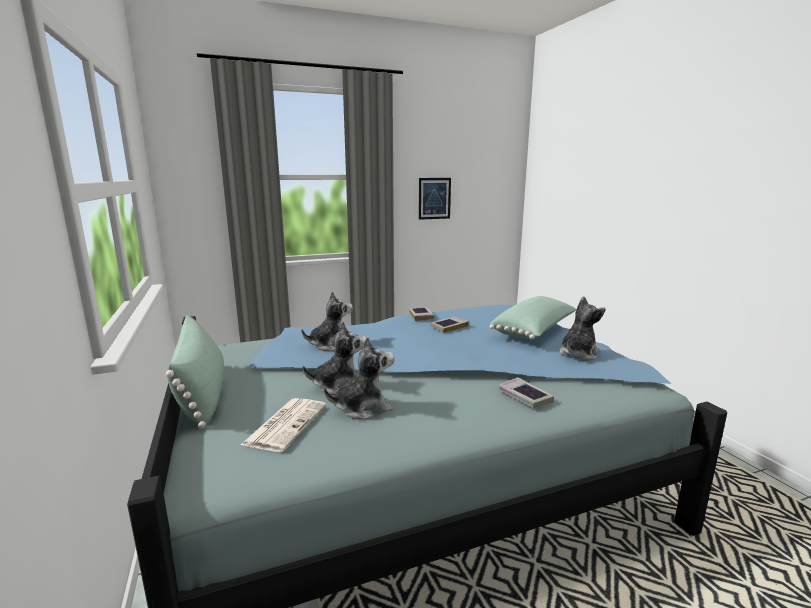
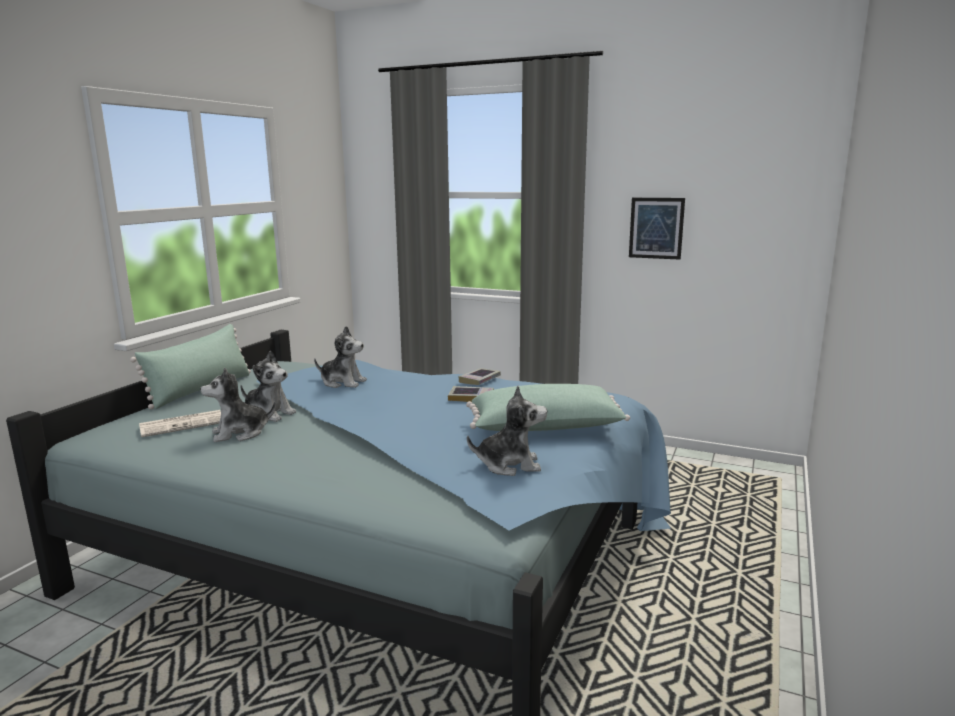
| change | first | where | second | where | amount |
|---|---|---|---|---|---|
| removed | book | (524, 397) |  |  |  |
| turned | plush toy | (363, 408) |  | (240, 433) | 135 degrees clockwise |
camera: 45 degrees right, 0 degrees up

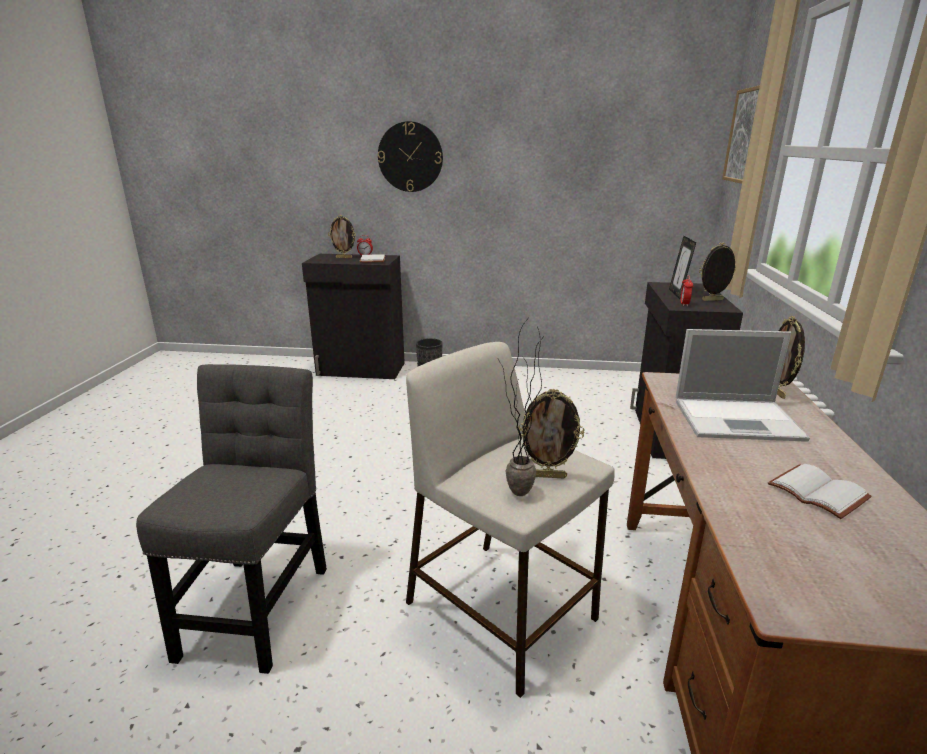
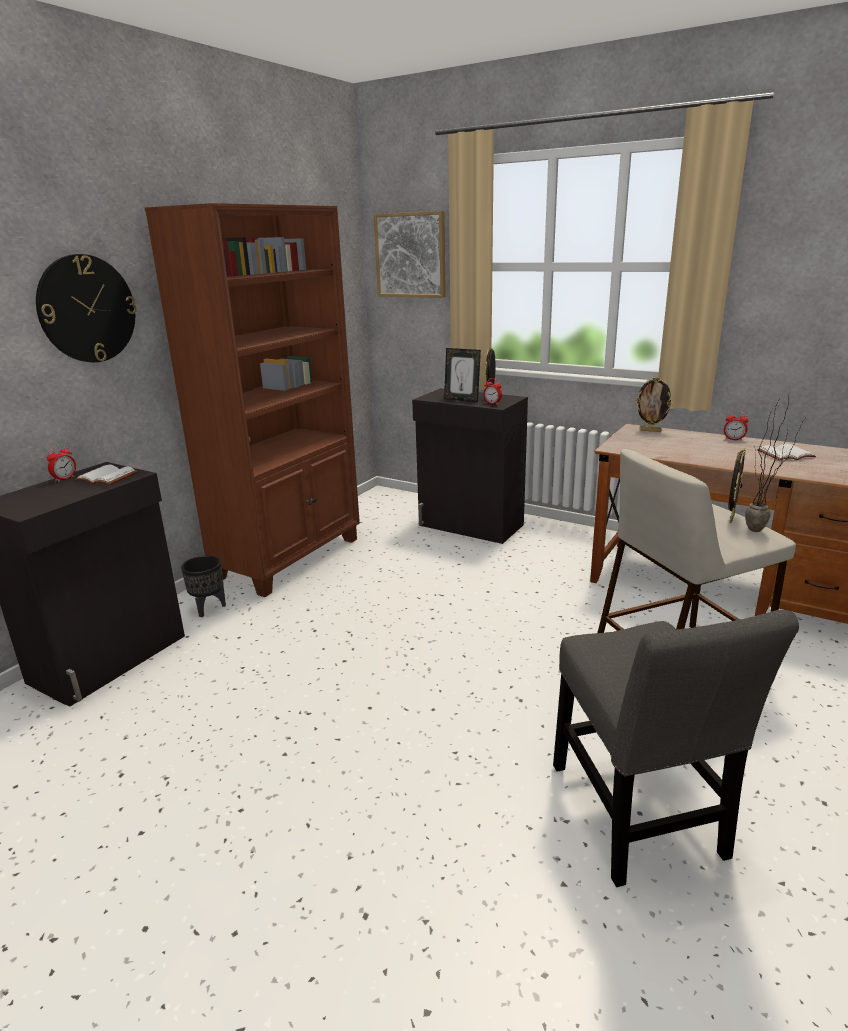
| change | first | where | second | where | amount |
|---|---|---|---|---|---|
| removed | standing frame | (344, 258) |  |  |  |
| removed | portable computer | (739, 419) |  |  |  |
| added |  |  | shelving unit/brown-coloured | (290, 558) |  |
| added |  |  | bedside clock | (733, 439) |  |
| turned | chair/greyish | (258, 603) |  | (638, 817) | 135 degrees counterclockwise |
camera: 65 degrees left, 0 degrees up

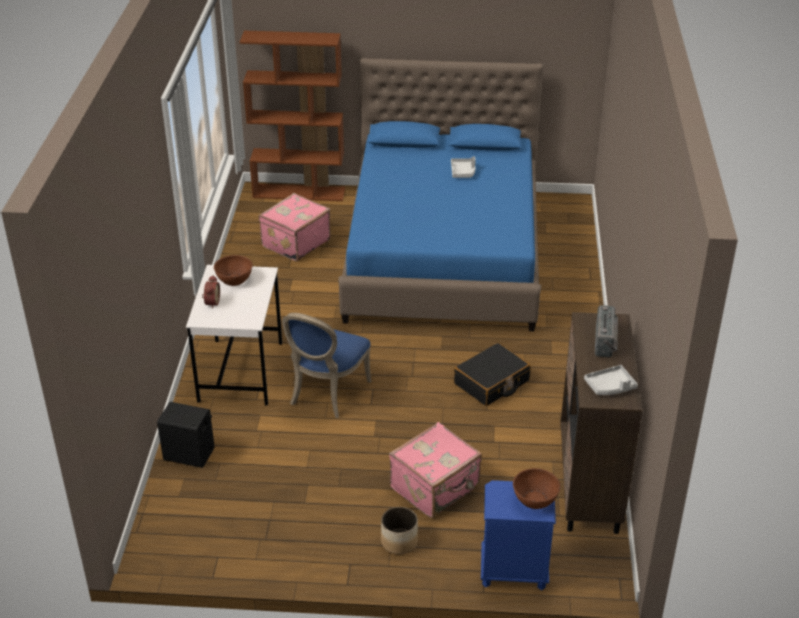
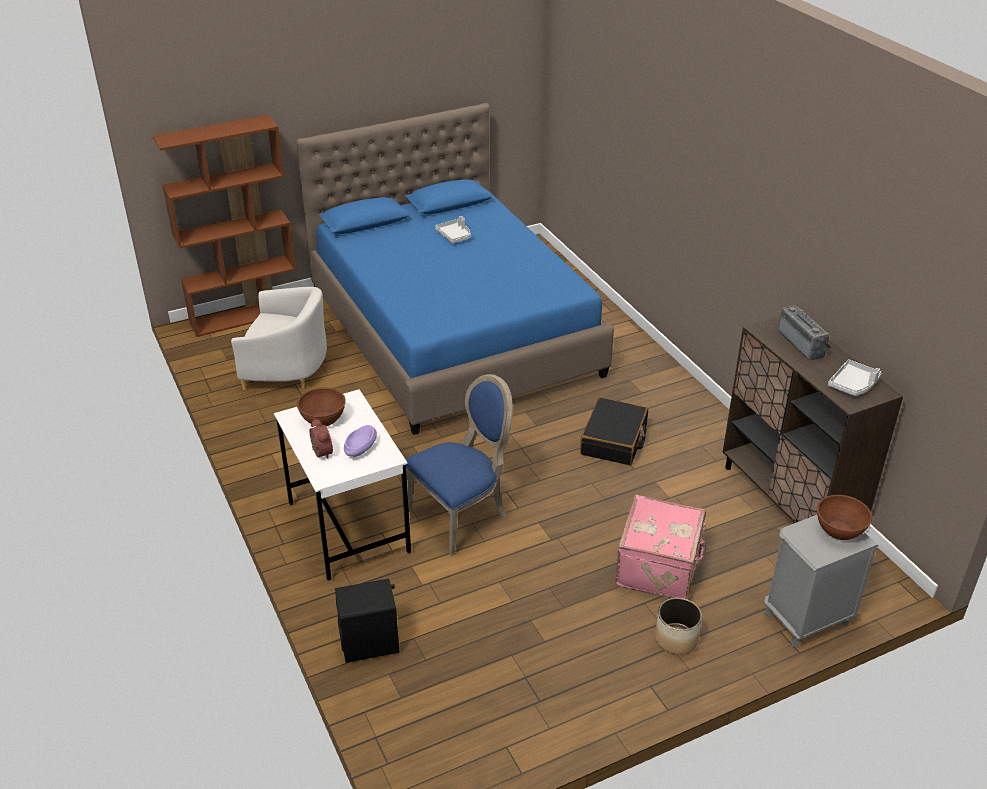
| change | first | where | second | where | amount |
|---|---|---|---|---|---|
| added |  |  | bowl/purple-coloured | (361, 448) |  |
| replaced | piece of luggage/pink-coloured | (294, 243) | armchair/white-coloured | (286, 369) |  |
| recoloured | bedside table/blue | (513, 571) | bedside table/greyish | (806, 619) |  |
| turned | chair/blue | (326, 393) |  | (462, 514) | 120 degrees counterclockwise |
camera: 30 degrees left, 0 degrees up

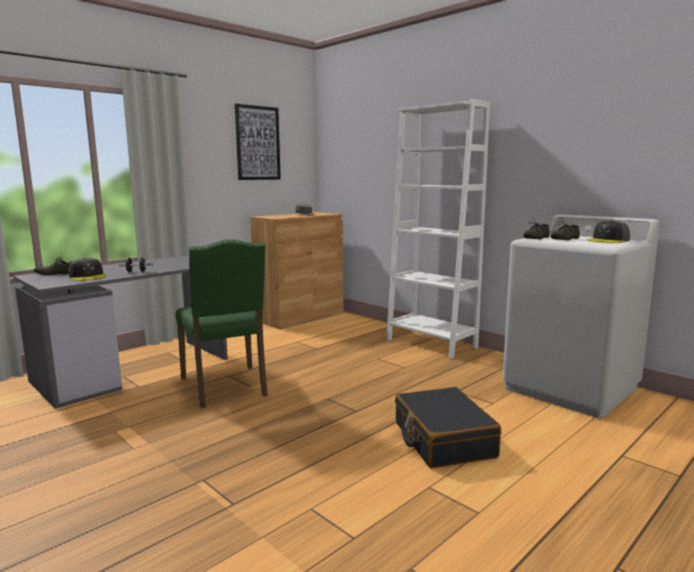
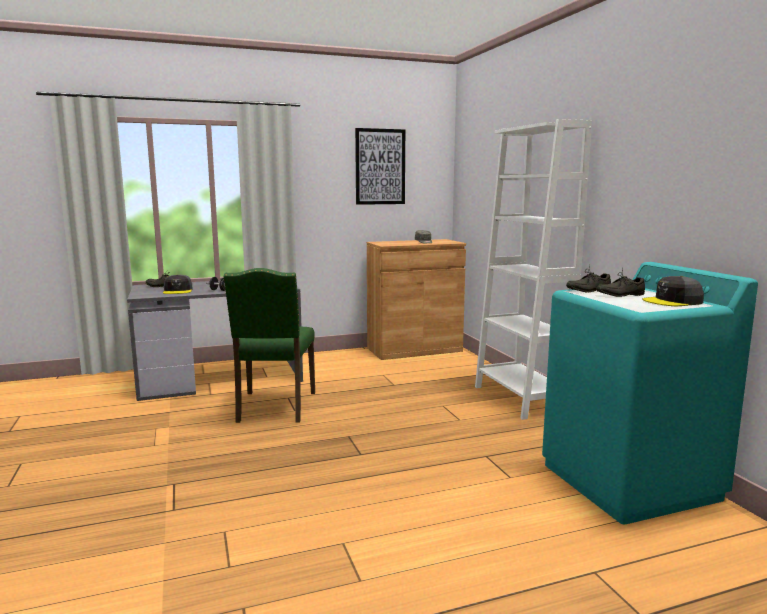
| change | first | where | second | where | amount |
|---|---|---|---|---|---|
| removed | piece of luggage/blackish | (443, 440) |  |  |  |
| recoloured | laundry appliance/white-coloured | (571, 388) | laundry appliance/turquoise | (630, 482) |  |
camera: 25 degrees right, 0 degrees up

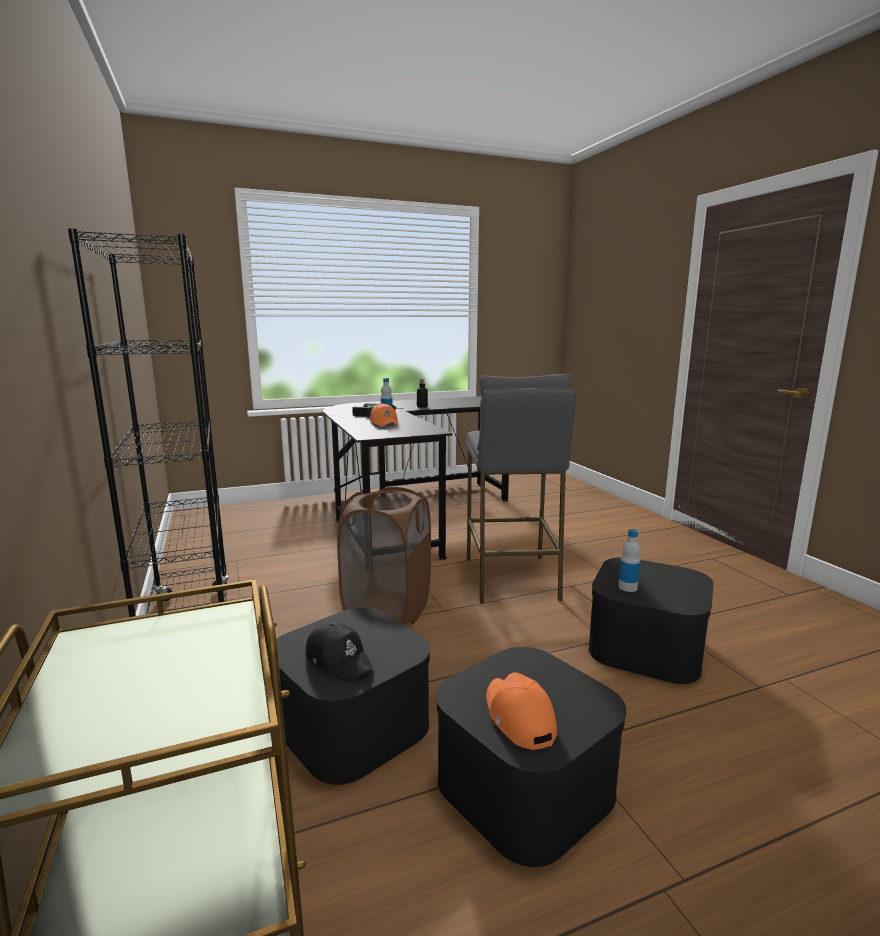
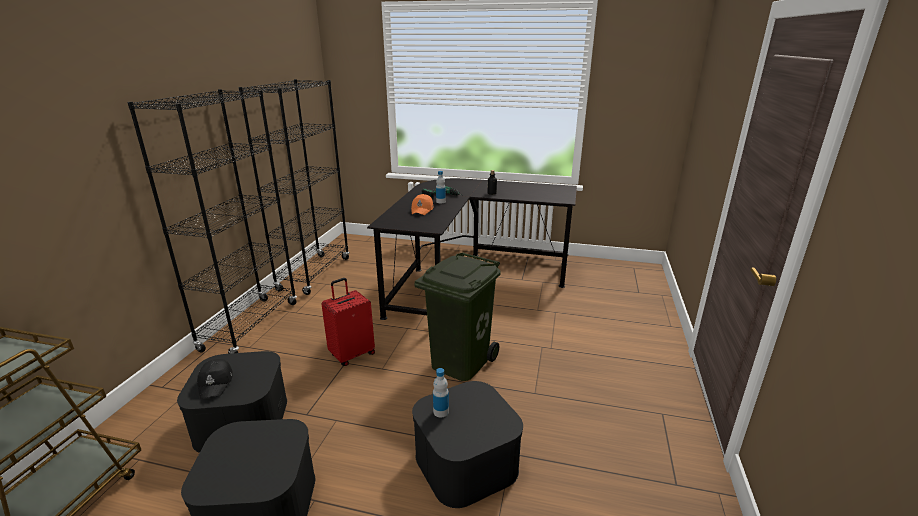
| change | first | where | second | where | amount |
|---|---|---|---|---|---|
| removed | cap/orangey | (518, 717) |  |  |  |
| added |  |  | shelving unit/blackish | (314, 274) |  |
| replaced | washing basket/brown-coloured | (388, 610) | piece of luggage/reddish | (352, 354) |  |
| replaced | stool seat/greyish | (511, 578) | waste bin/green | (459, 361) |  |
camera: 35 degrees right, 10 degrees up

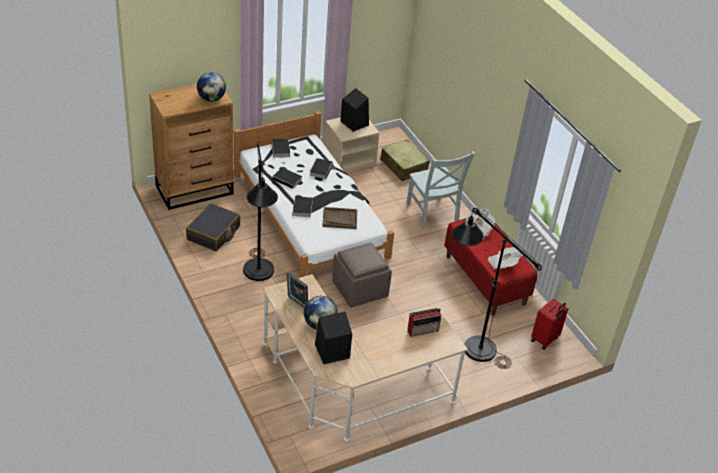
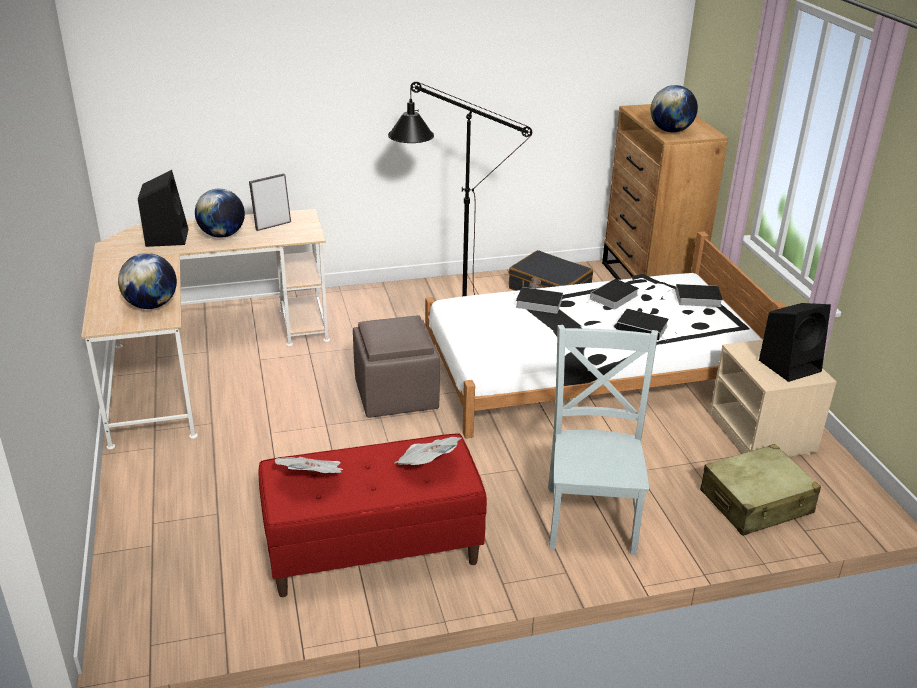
| change | first | where | second | where | amount |
|---|---|---|---|---|---|
| removed | serving tray/brown-coloured | (339, 219) |  |  |  |
| removed | standing lamp/blackish | (471, 344) |  |  |  |
| removed | piece of luggage/reddish | (545, 340) |  |  |  |
| replaced | radio receiver | (423, 330) | globe | (151, 305) |  |
| turned | chair/greyish | (432, 214) |  | (591, 516) | 105 degrees clockwise |
camera: 105 degrees right, 10 degrees down

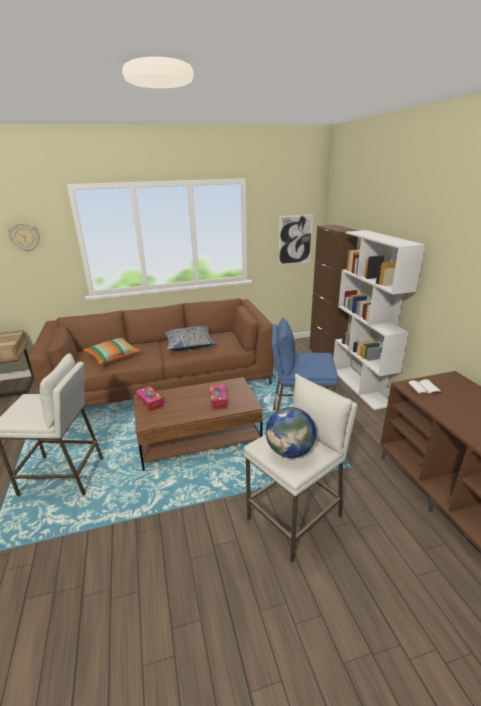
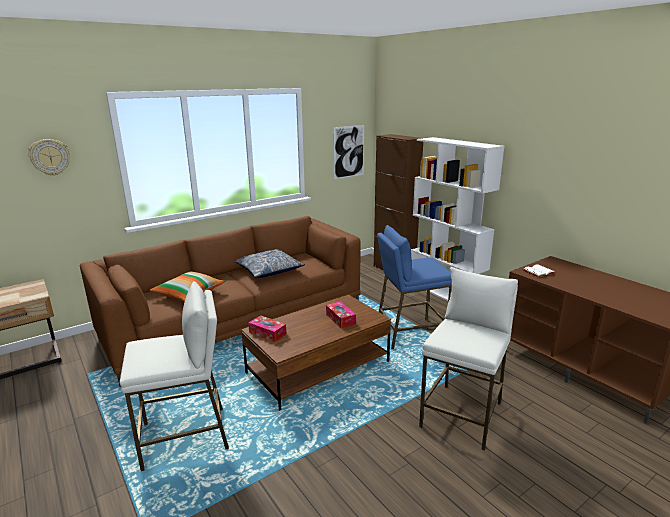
| change | first | where | second | where | amount |
|---|---|---|---|---|---|
| removed | globe | (289, 451) |  |  |  |
camera: 20 degrees left, 5 degrees down

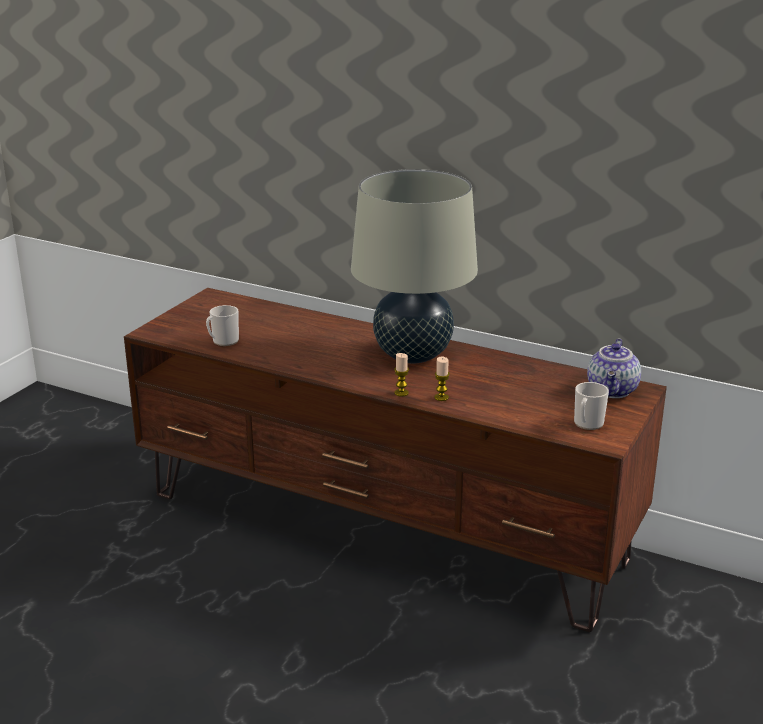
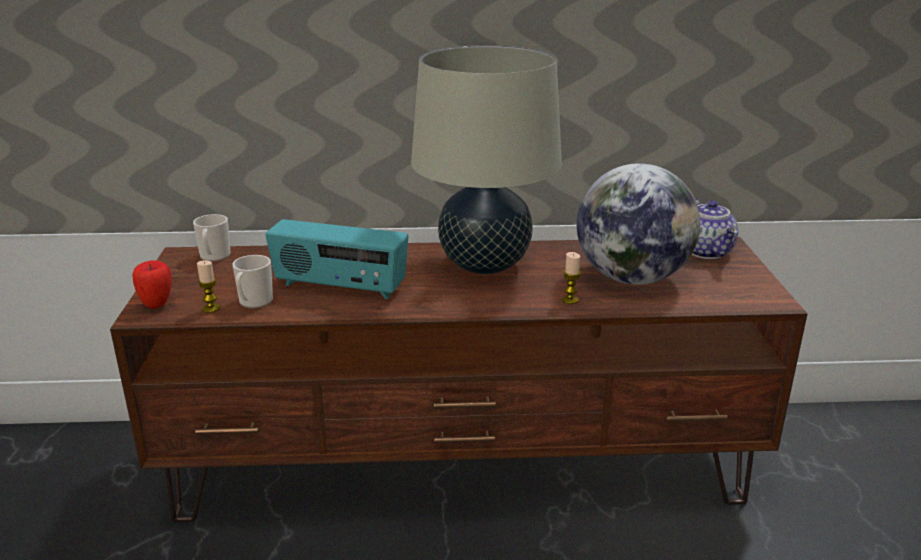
| change | first | where | second | where | amount |
|---|---|---|---|---|---|
| added |  |  | apple fruit | (157, 304) |  |
| added |  |  | radio receiver | (340, 287) |  |
| added |  |  | globe | (631, 278) |  |
| moved | wax light | (401, 393) |  | (211, 308) |  |
| moved | coffee mug | (587, 424) |  | (214, 257) |  |
camera: 30 degrees left, 0 degrees up

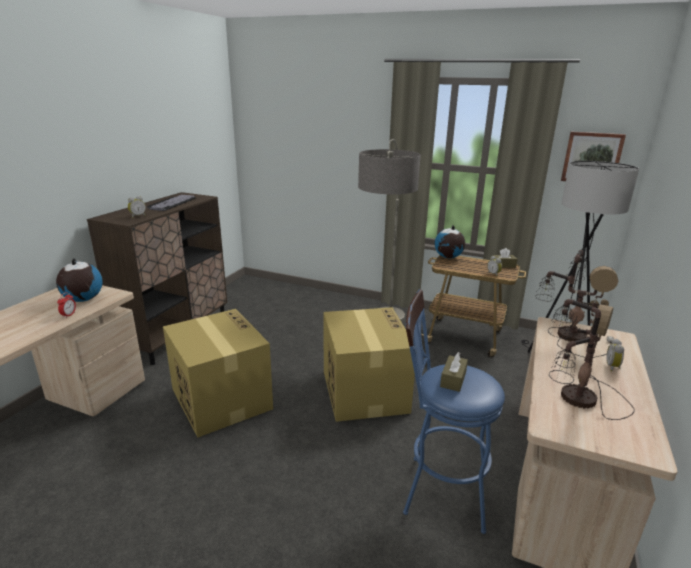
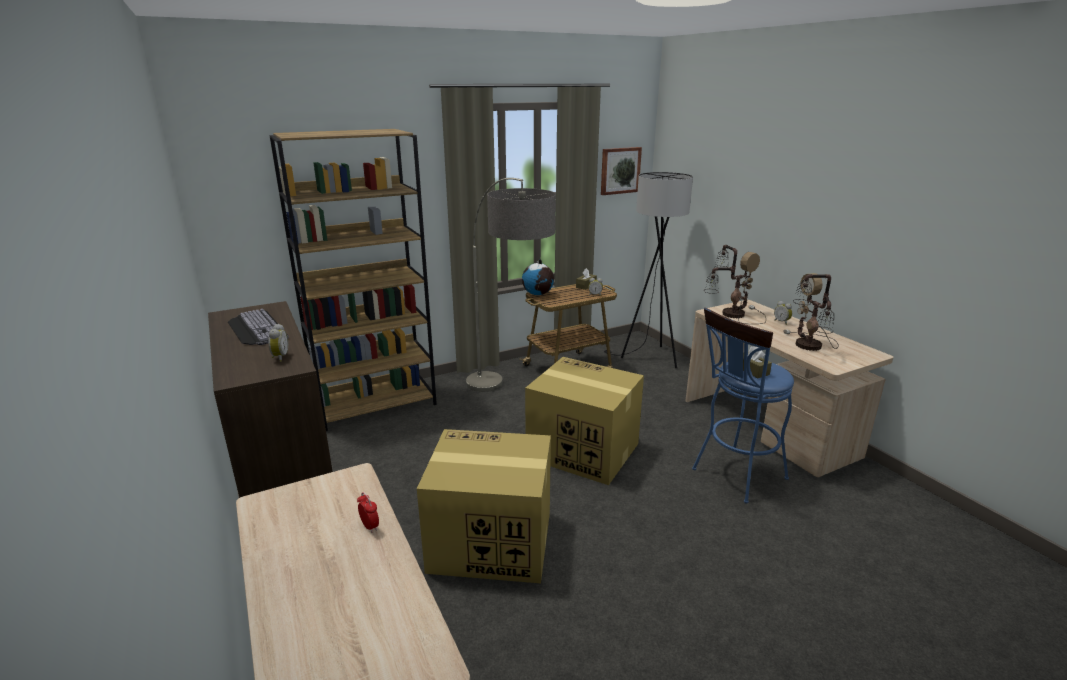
| change | first | where | second | where | amount |
|---|---|---|---|---|---|
| removed | globe | (83, 299) |  |  |  |
| added |  |  | shelving unit/brown-coloured | (376, 404) |  |
camera: 50 degrees left, 0 degrees up

